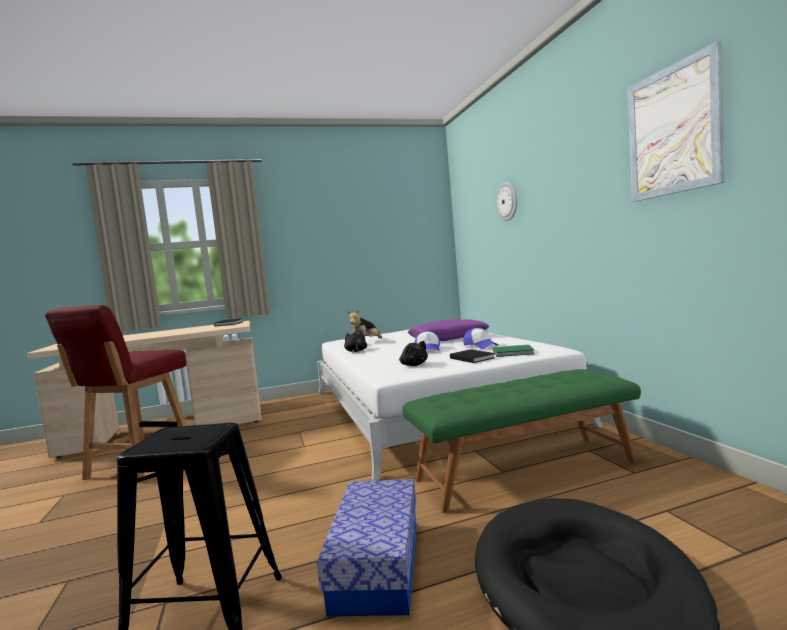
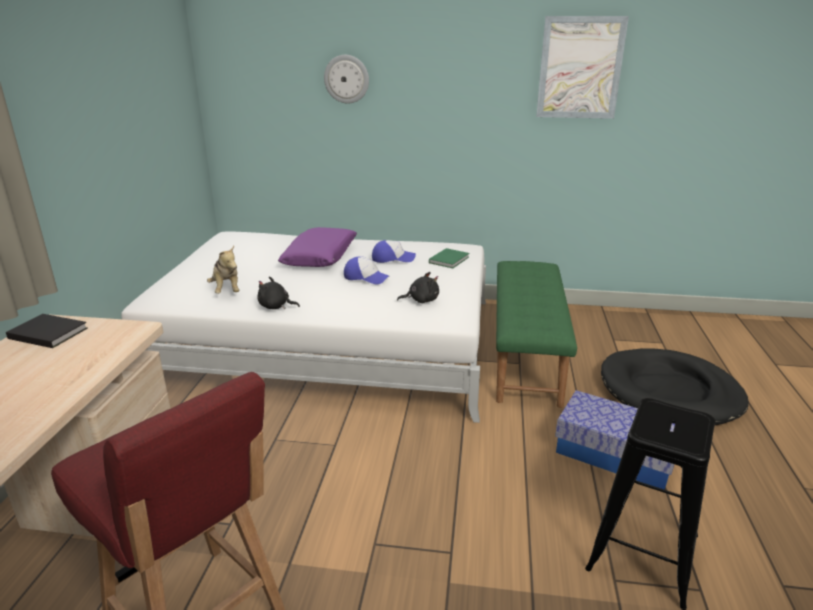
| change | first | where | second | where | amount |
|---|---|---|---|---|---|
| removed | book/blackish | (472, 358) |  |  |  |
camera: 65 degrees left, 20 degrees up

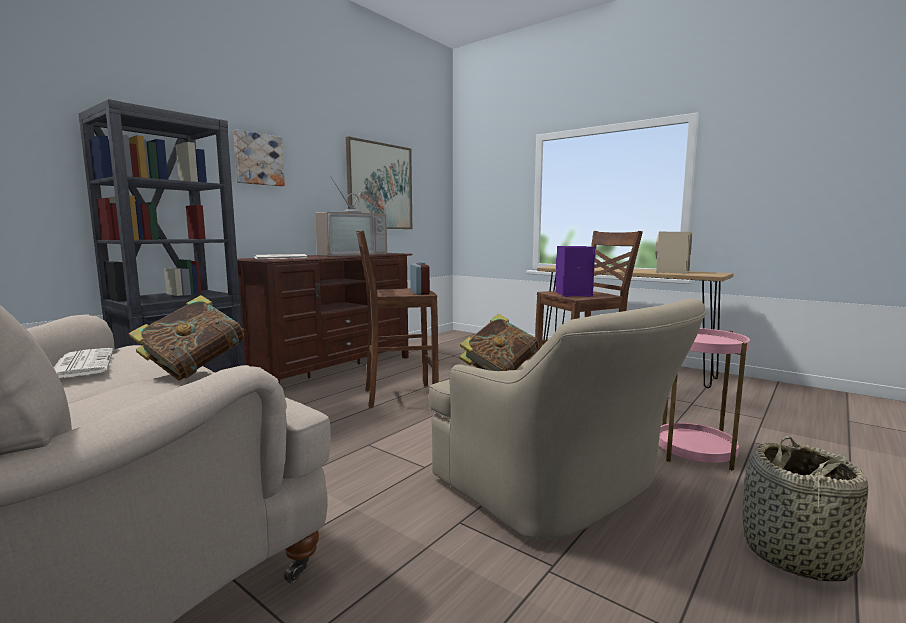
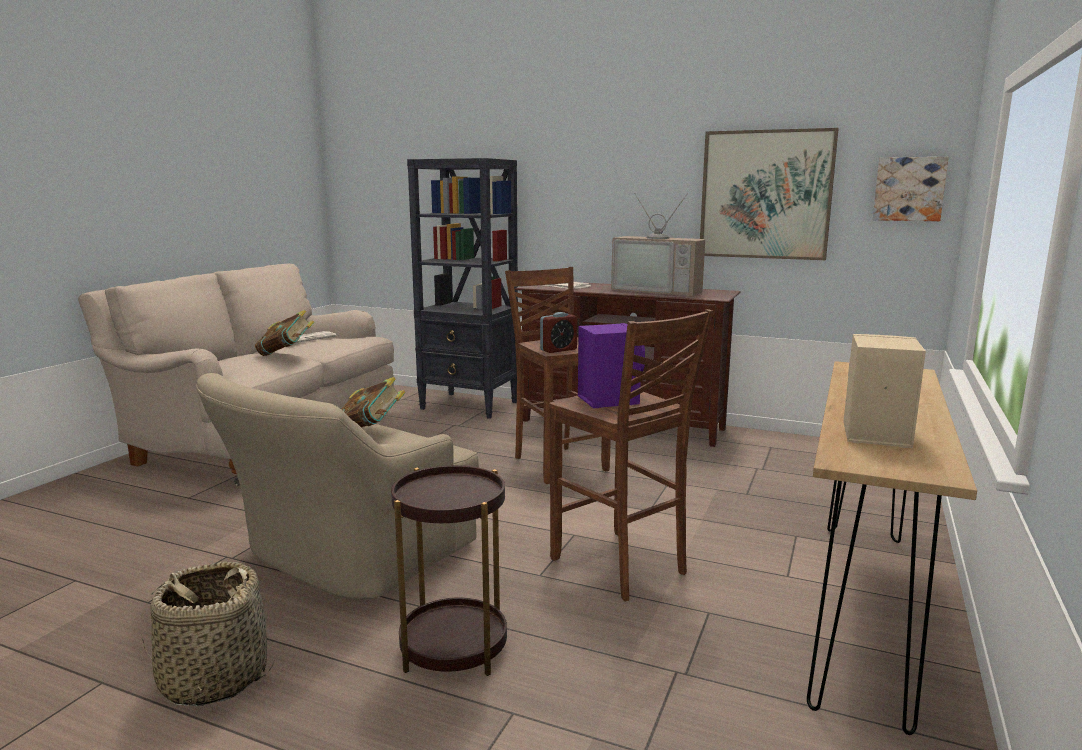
| change | first | where | second | where | amount |
|---|---|---|---|---|---|
| moved | picture | (258, 159) |  | (909, 189) |  |
| recoloured | side table/pink-coloured | (694, 452) | side table/brown-coloured | (453, 647) |  |
camera: 75 degrees right, 5 degrees up

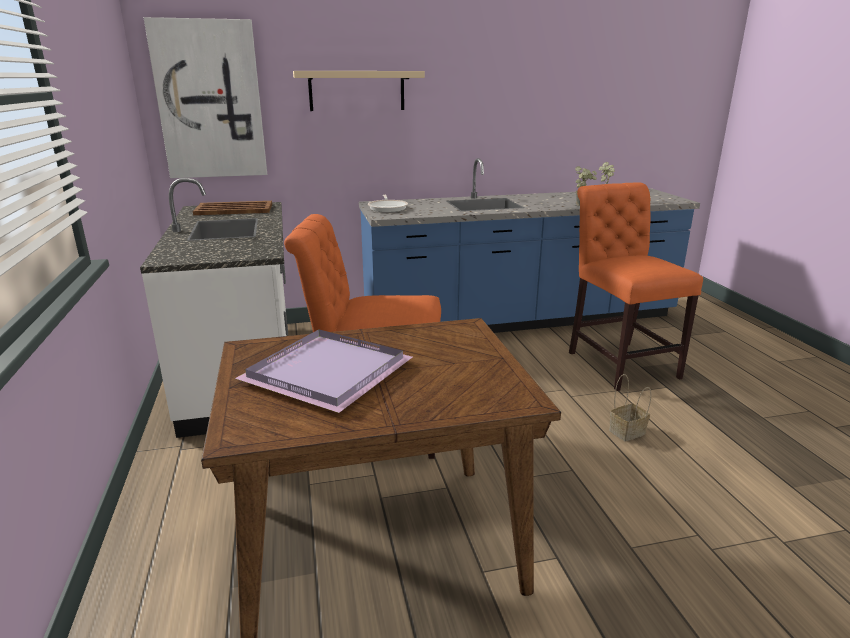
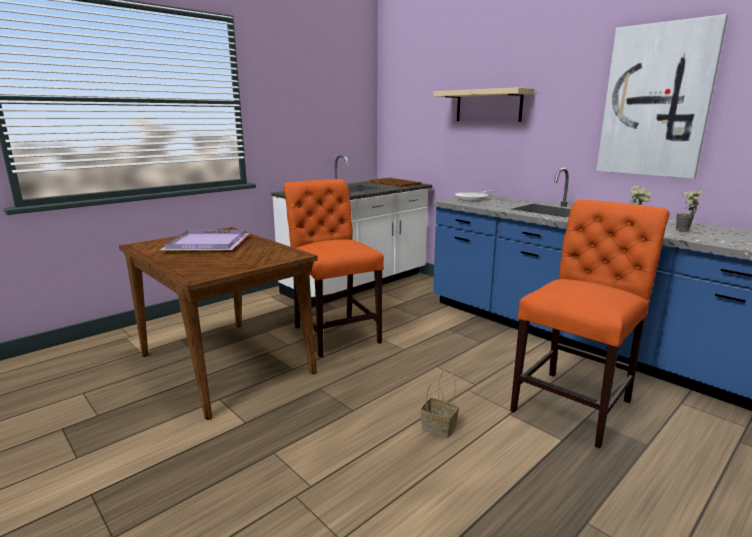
| change | first | where | second | where | amount |
|---|---|---|---|---|---|
| moved | picture | (210, 101) |  | (656, 101) |  |
camera: 60 degrees right, 5 degrees down

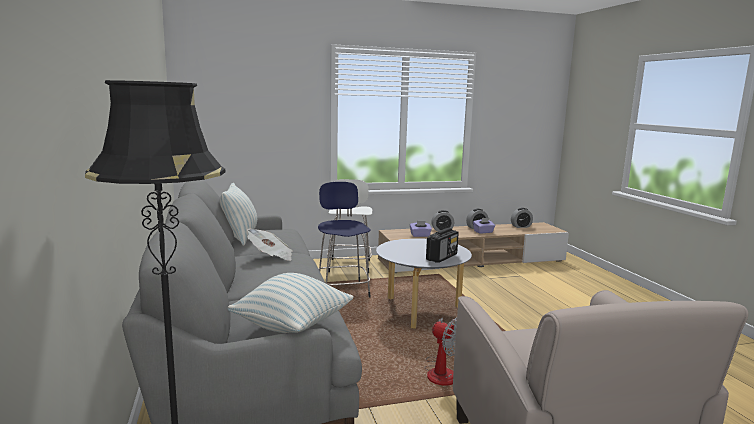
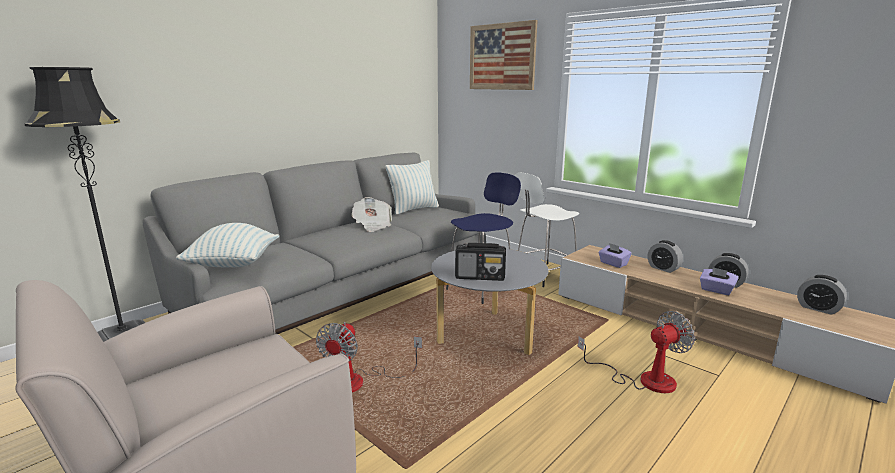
| change | first | where | second | where | amount |
|---|---|---|---|---|---|
| added |  |  | picture | (502, 57) |  |
| added |  |  | electric fan | (643, 379) |  |
camera: 60 degrees right, 5 degrees up

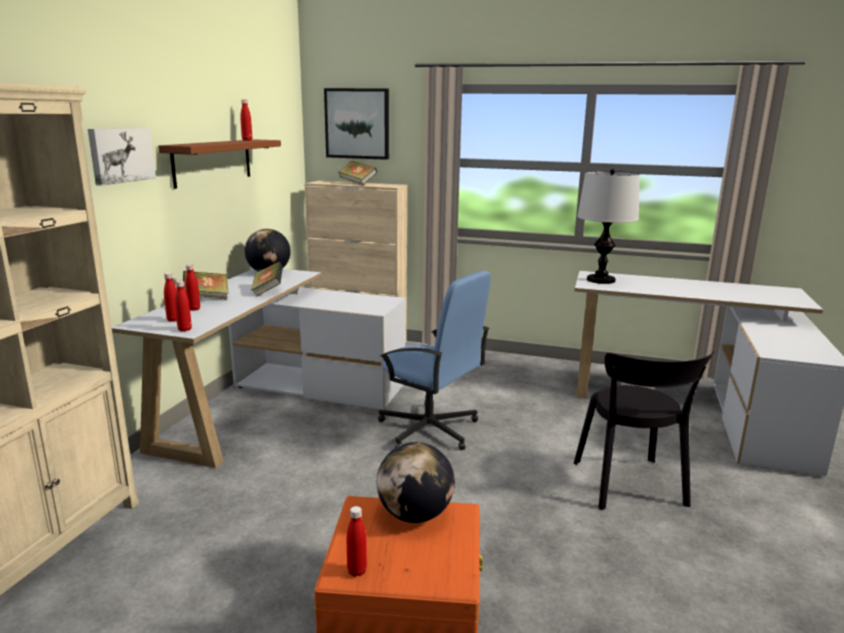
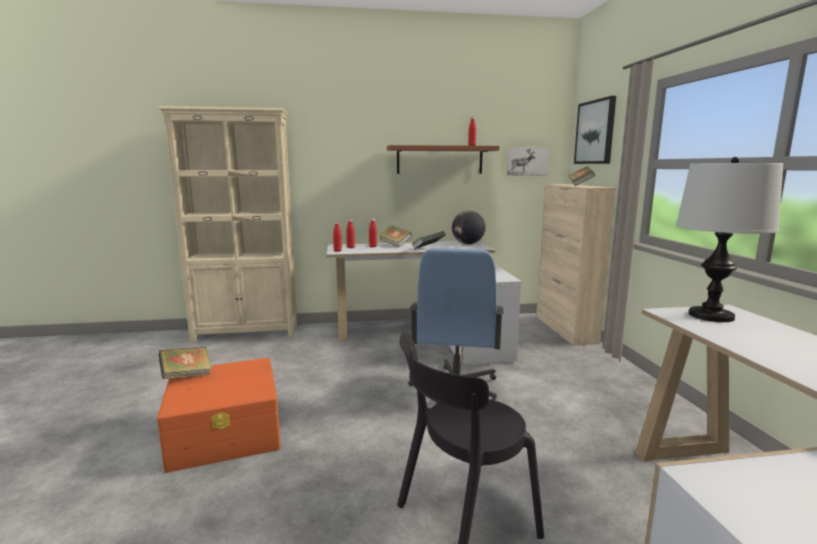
| change | first | where | second | where | amount |
|---|---|---|---|---|---|
| removed | globe | (415, 515) |  |  |  |
| moved | picture | (120, 155) |  | (527, 161) |  |
| replaced | beverage bottle/reddish | (357, 571) | book | (187, 376) |  |
camera: 65 degrees right, 5 degrees down

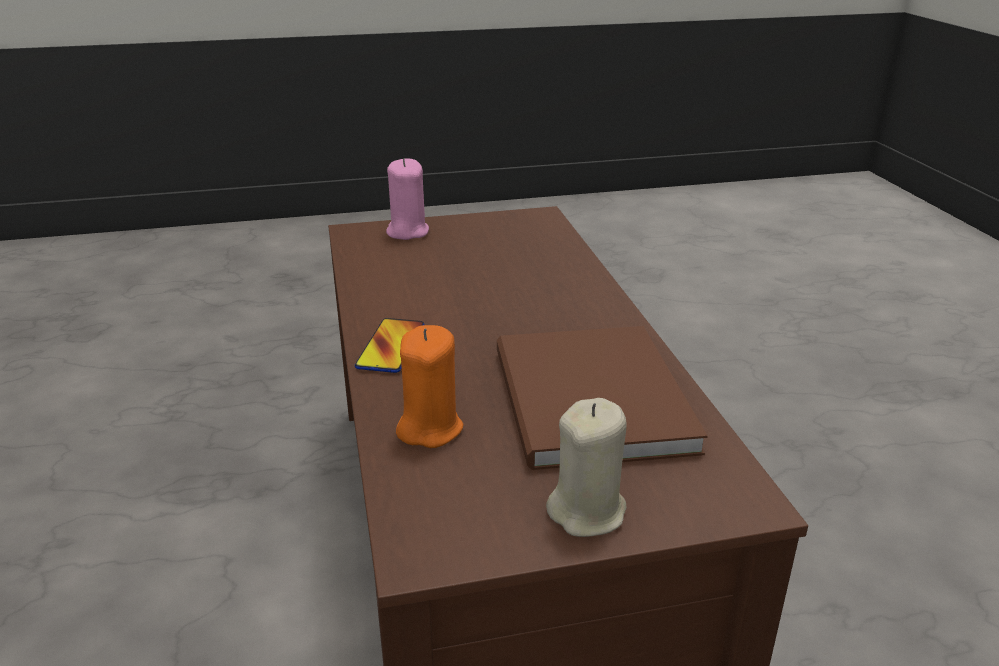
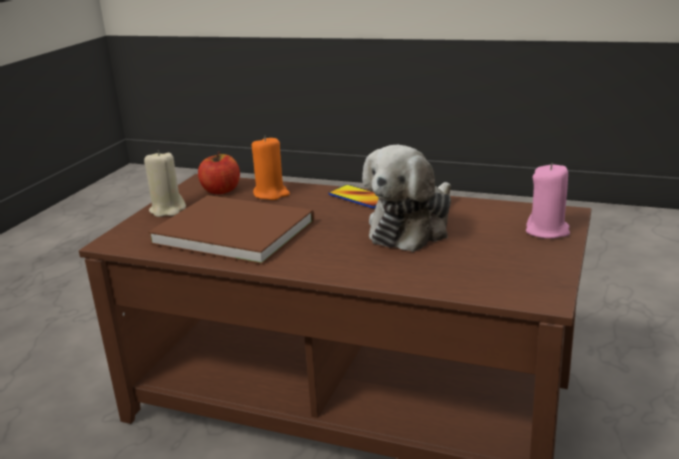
| change | first | where | second | where | amount |
|---|---|---|---|---|---|
| added |  |  | apple fruit | (221, 190) |  |
| added |  |  | plush toy | (412, 228) |  |
camera: 125 degrees right, 5 degrees down

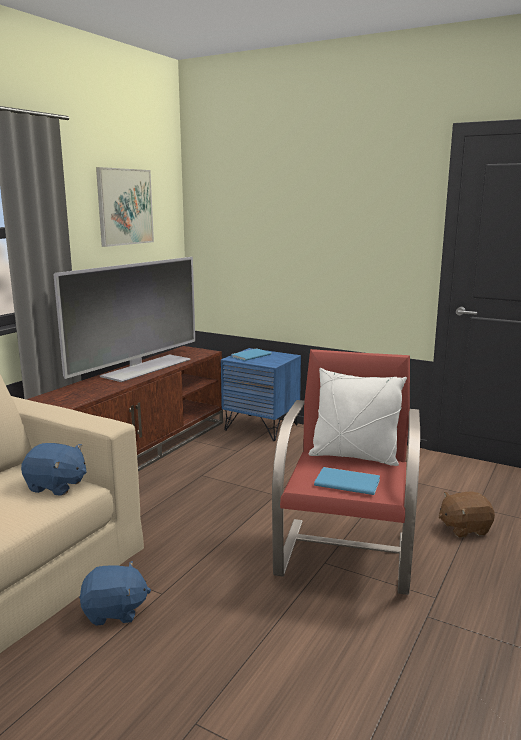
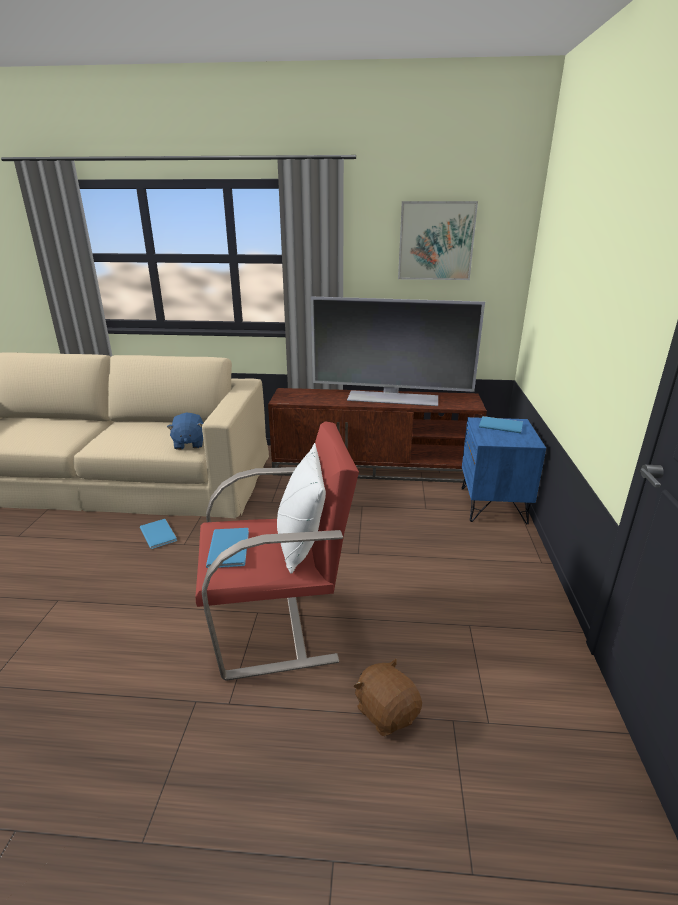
| change | first | where | second | where | amount |
|---|---|---|---|---|---|
| replaced | plush toy/blue | (114, 611) | book/blue | (159, 533) |  |
camera: 65 degrees right, 10 degrees up

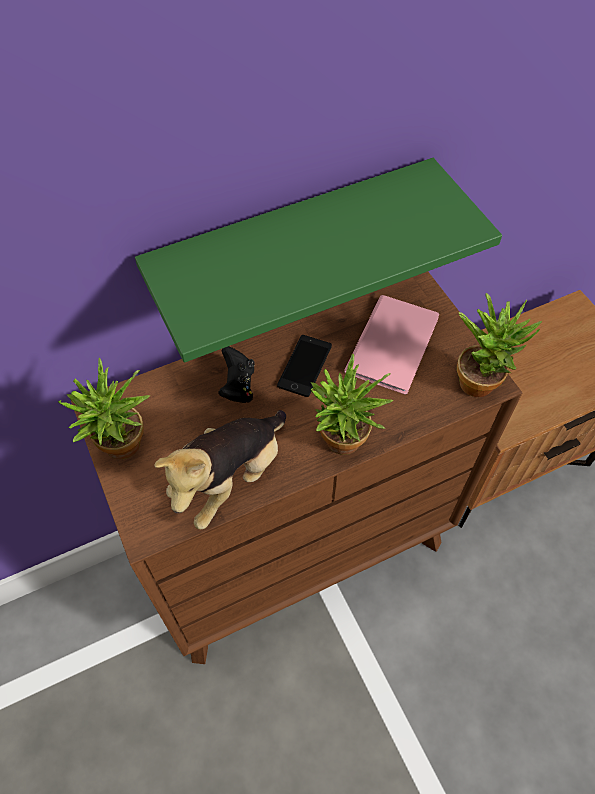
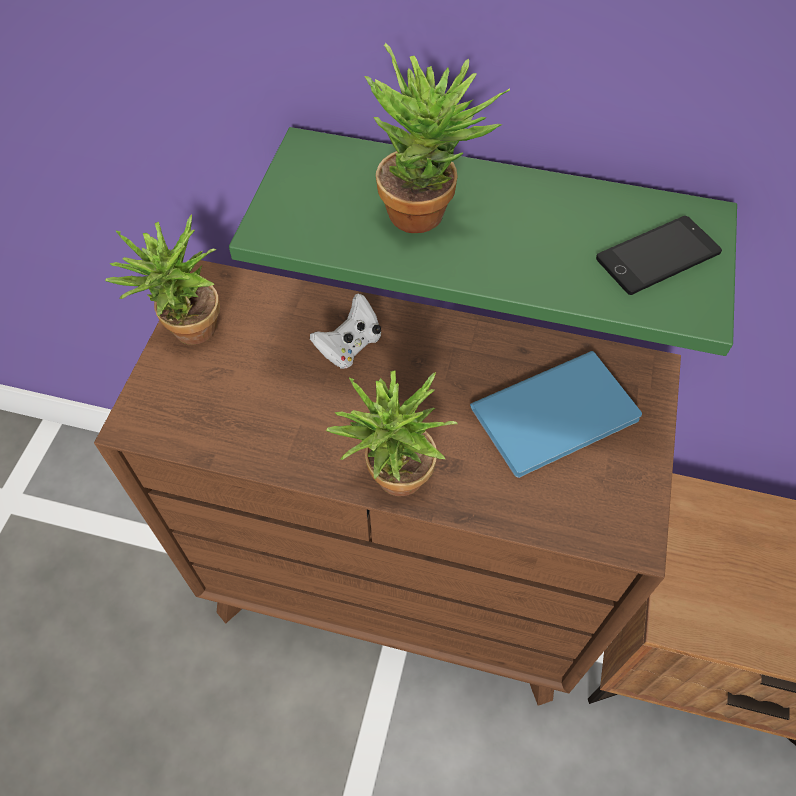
| change | first | where | second | where | amount |
|---|---|---|---|---|---|
| removed | plush toy | (230, 478) |  |  |  |
| moved | handset | (305, 366) |  | (658, 256) |  |
| moved | potted plant | (480, 379) |  | (428, 213) |  |
| recoloured | joypad/blackish | (238, 386) | joypad/white-coloured | (350, 346) |  |
| recoloured | book/pink-coloured | (396, 343) | book/blue | (560, 415) |  |
camera: 40 degrees right, 0 degrees up

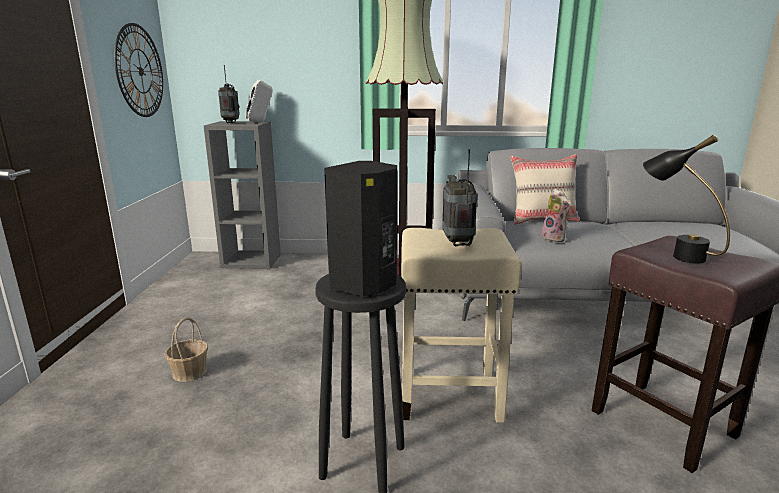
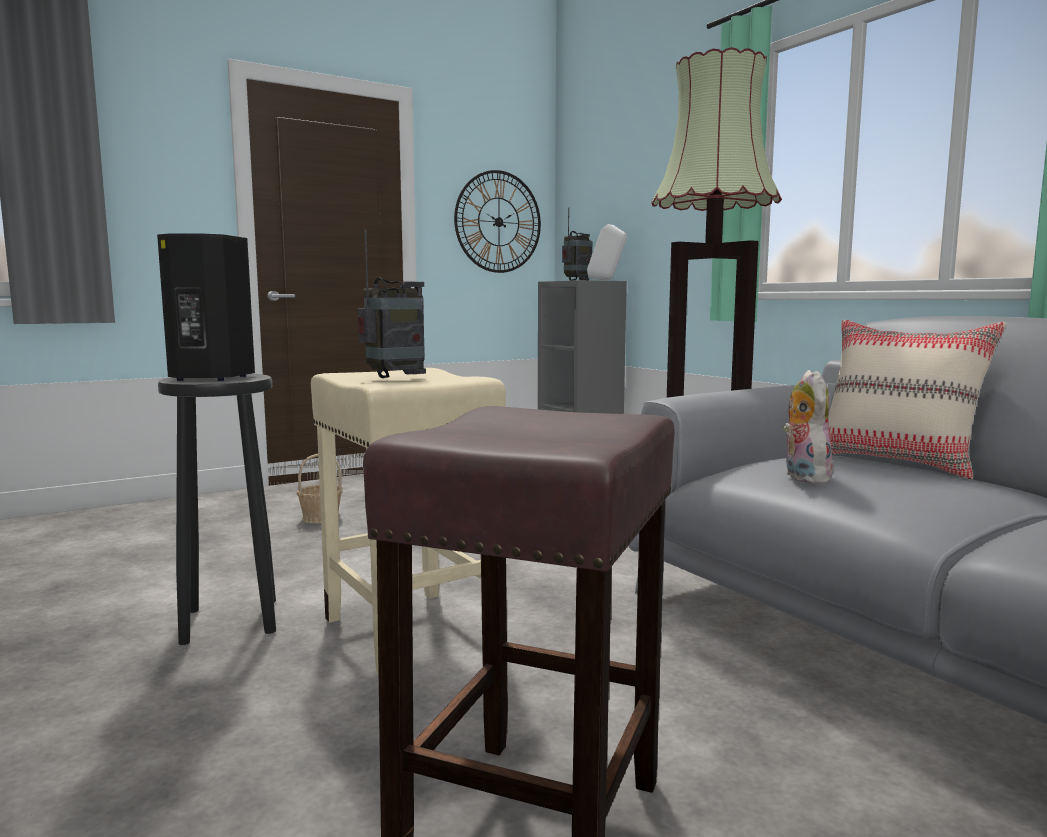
| change | first | where | second | where | amount |
|---|---|---|---|---|---|
| removed | table lamp/blackish | (674, 254) |  |  |  |
| turned | plush toy | (555, 238) |  | (802, 477) | 150 degrees clockwise |
camera: 55 degrees right, 10 degrees down

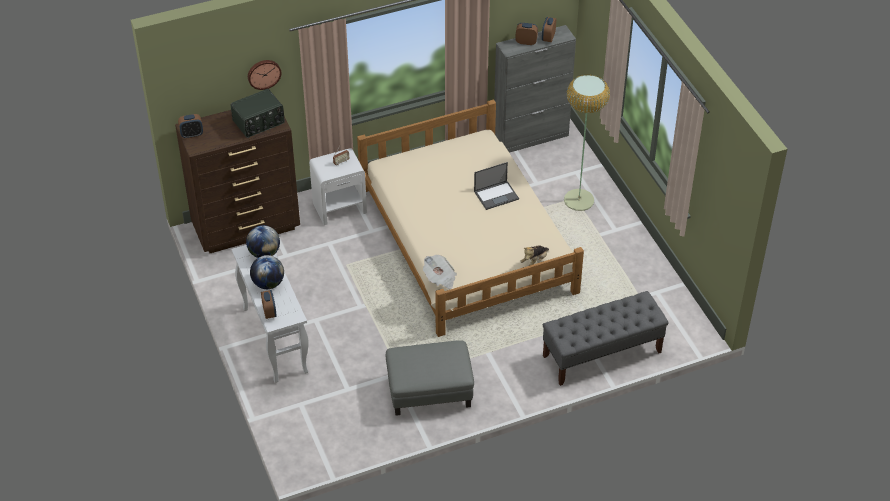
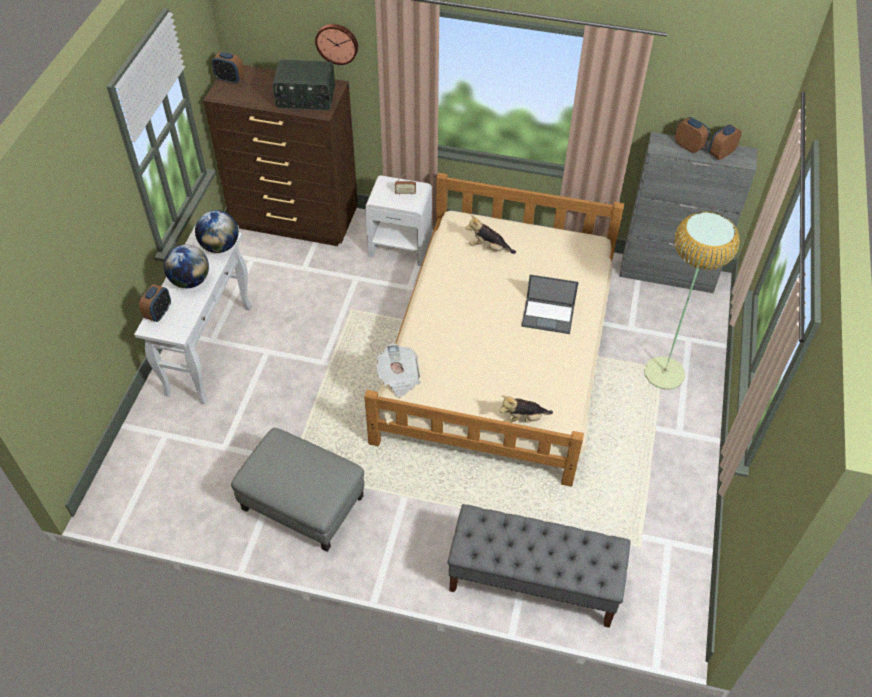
| change | first | where | second | where | amount |
|---|---|---|---|---|---|
| added |  |  | plush toy | (489, 248) |  |
camera: 35 degrees right, 5 degrees up

